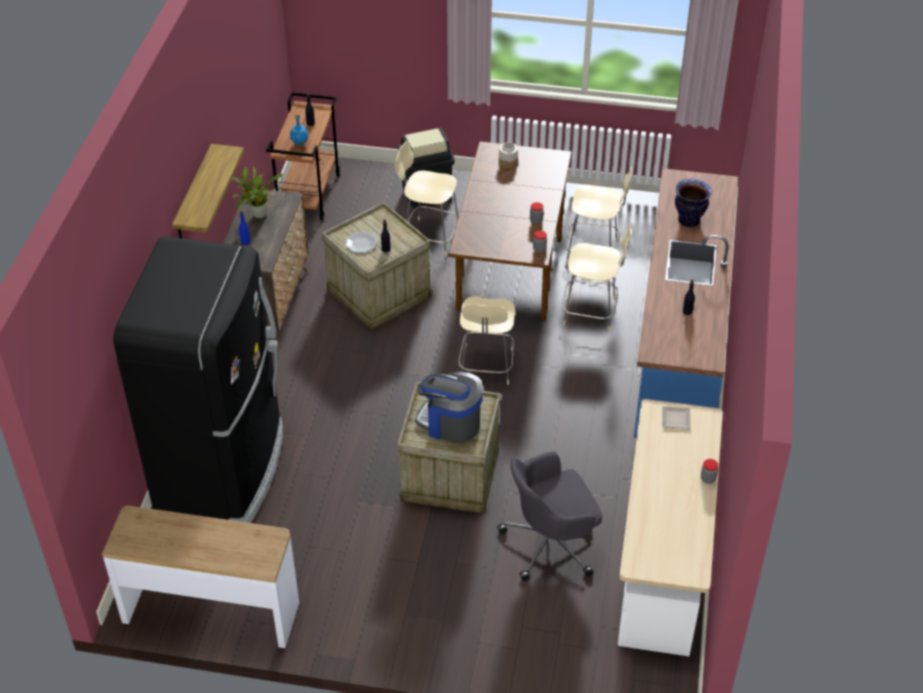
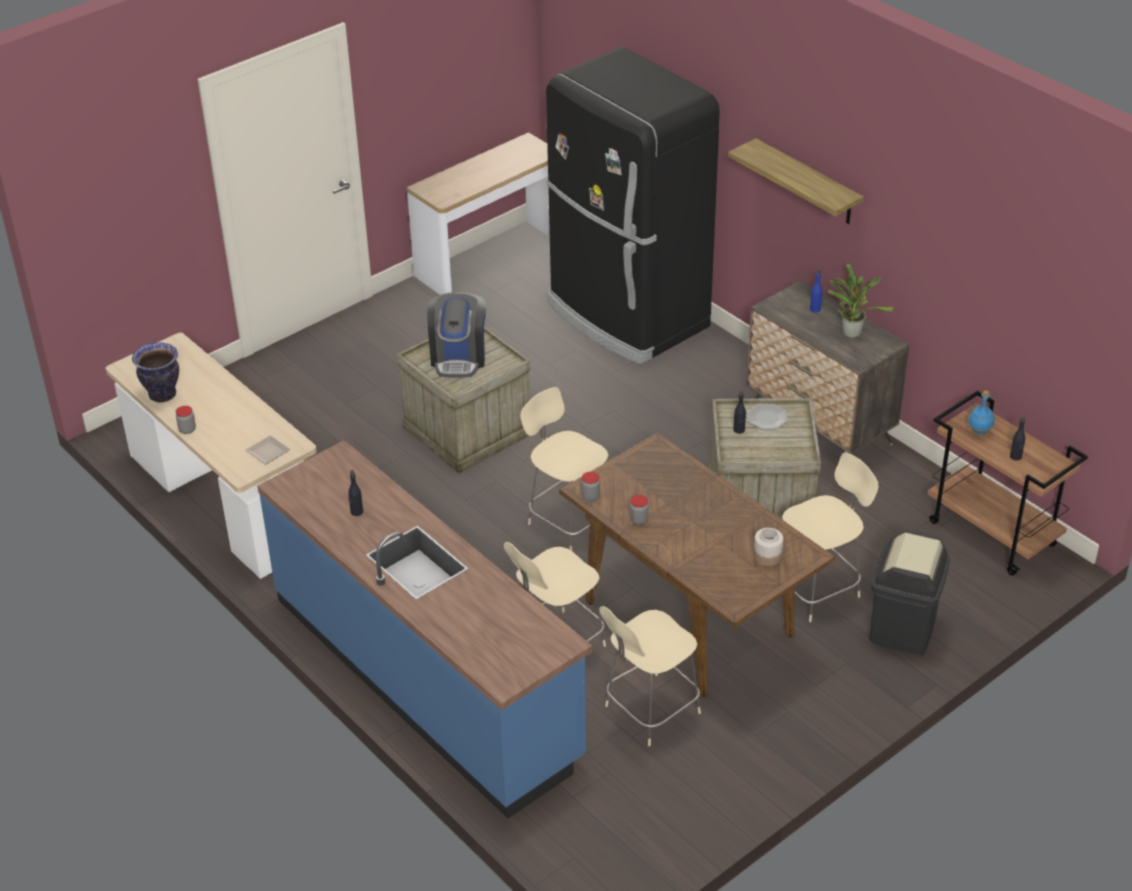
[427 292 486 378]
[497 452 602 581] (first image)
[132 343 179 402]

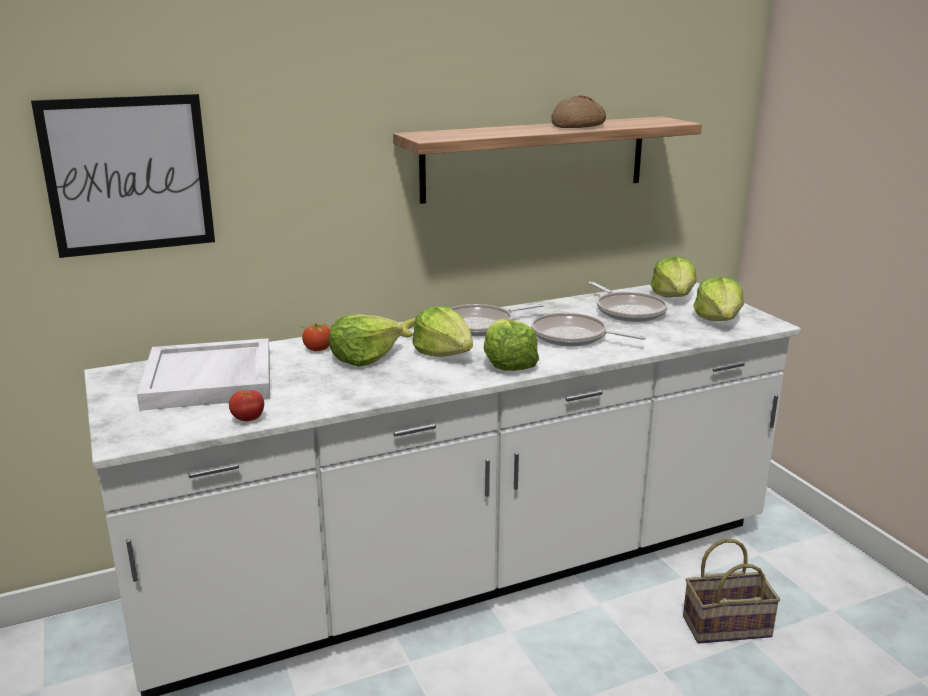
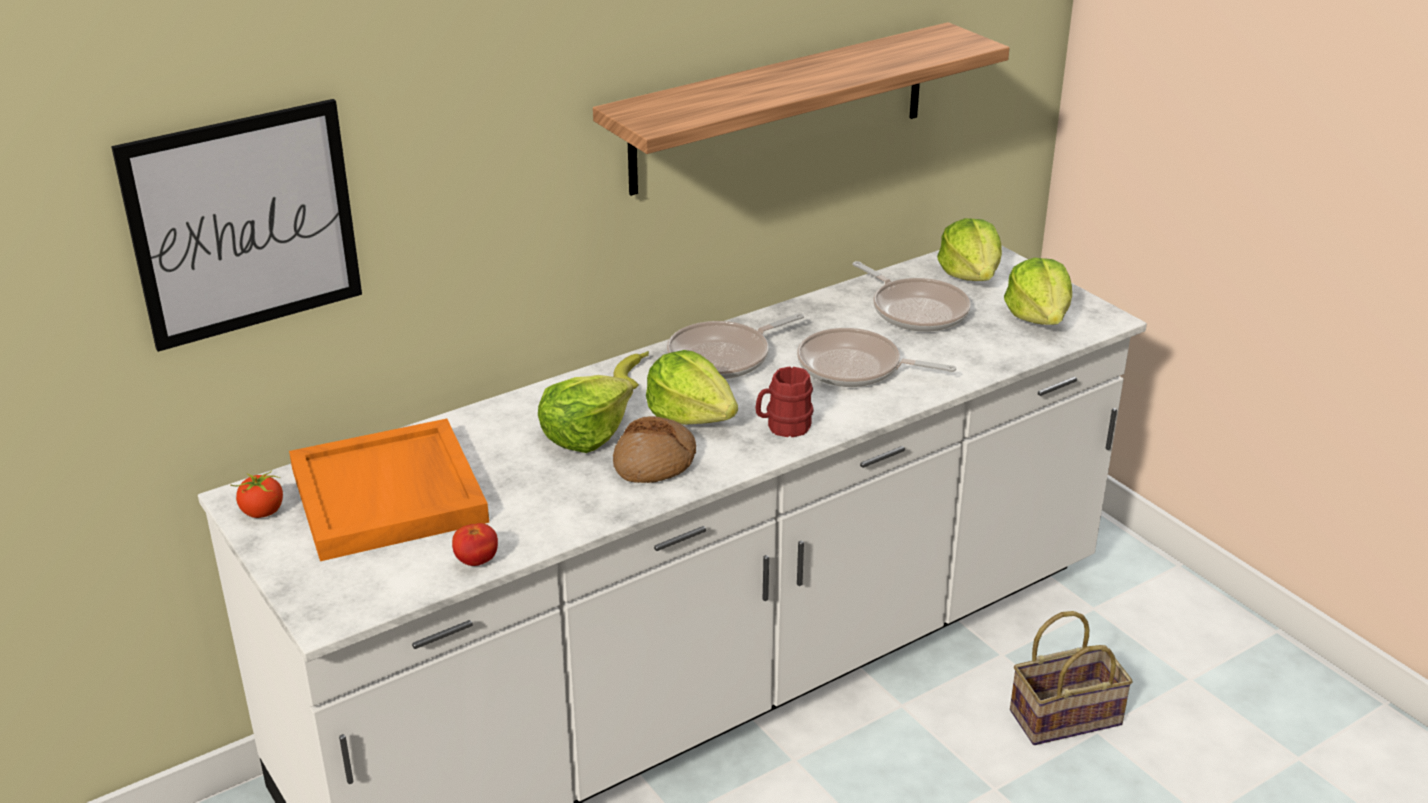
[289 419 489 561]
[230 470 283 518]
[755 367 814 437]
[613 416 696 483]

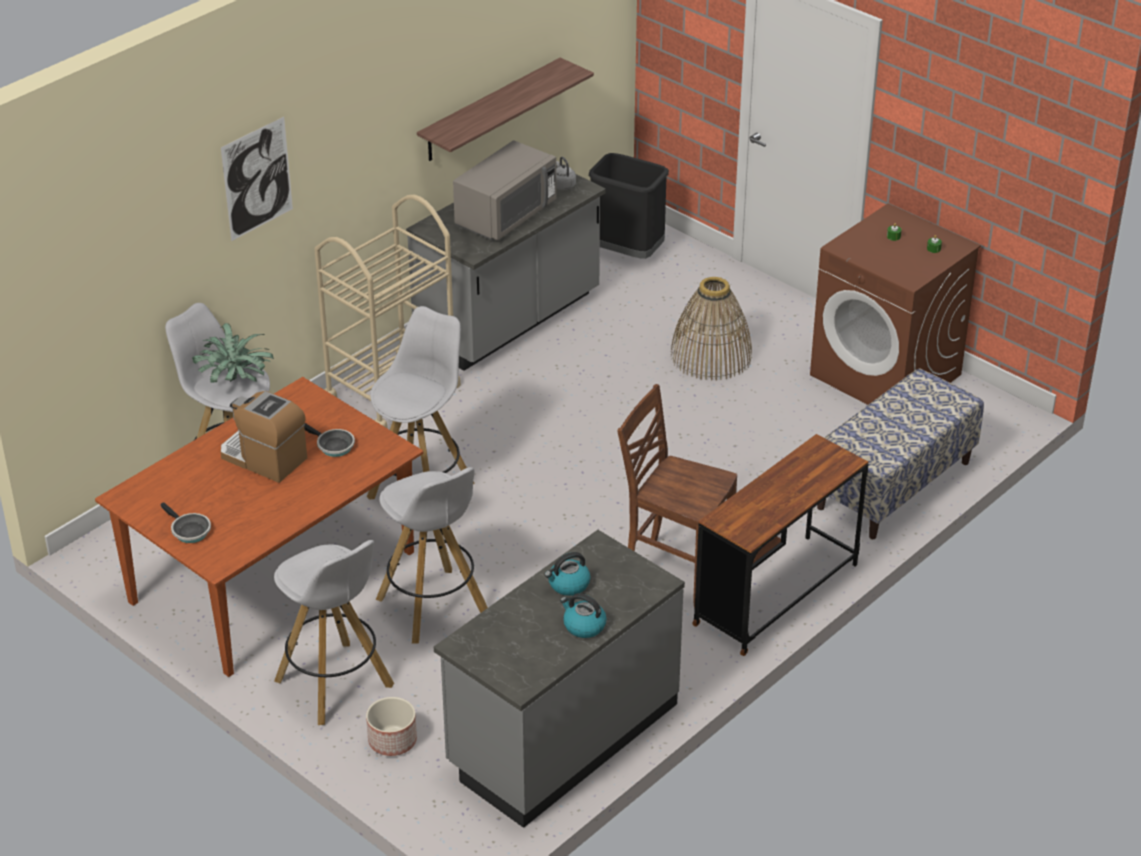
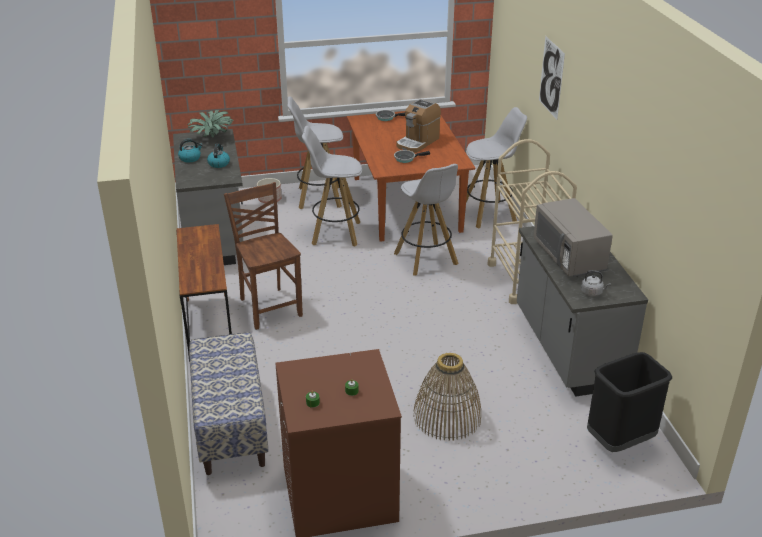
[187 110 233 137]
[396 99 441 153]
[417 58 594 161] (first image)
[224 182 303 330]

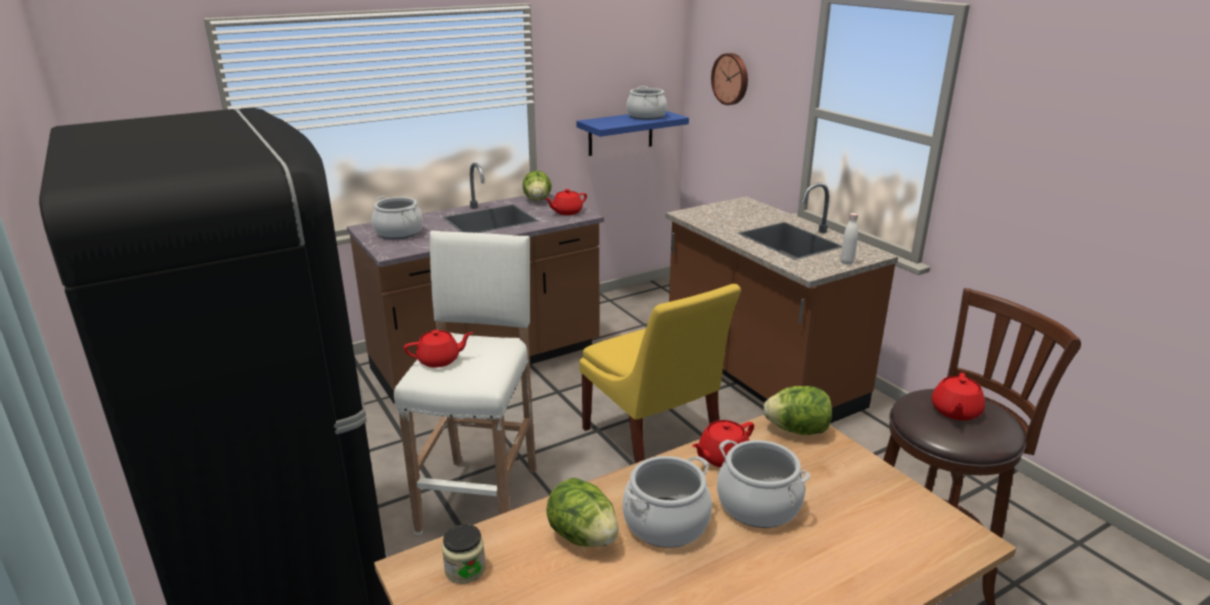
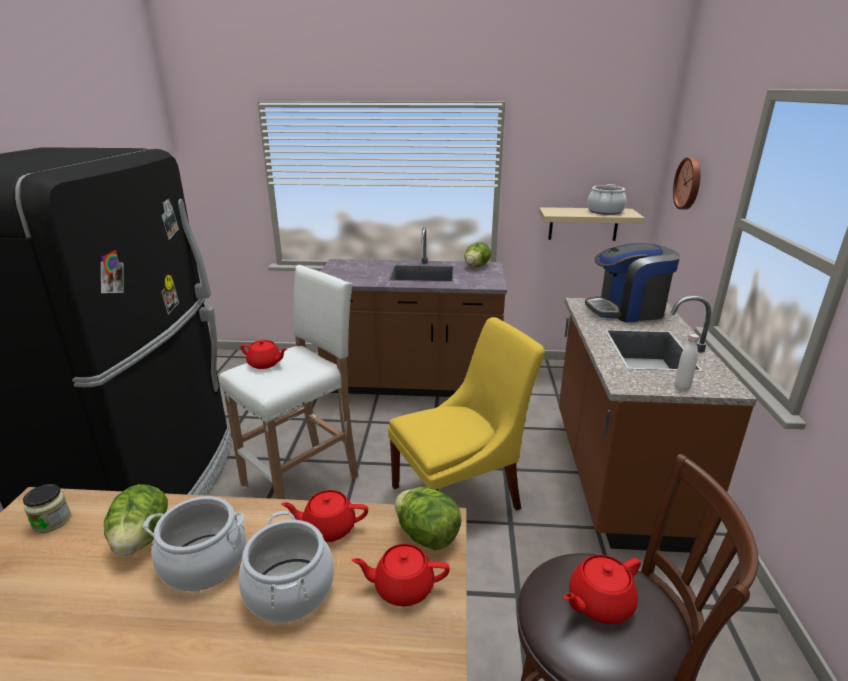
[372 196 423 239] (first image)
[352 544 450 606]
[539 207 645 241]
[388 317 545 511]
[585 243 680 323]

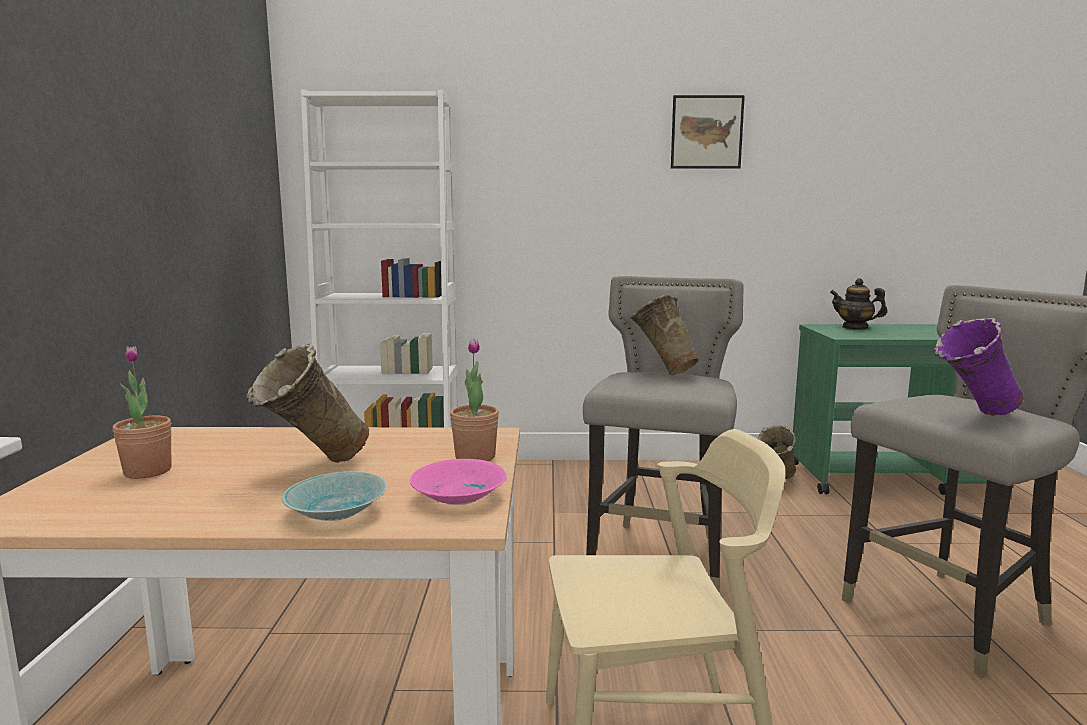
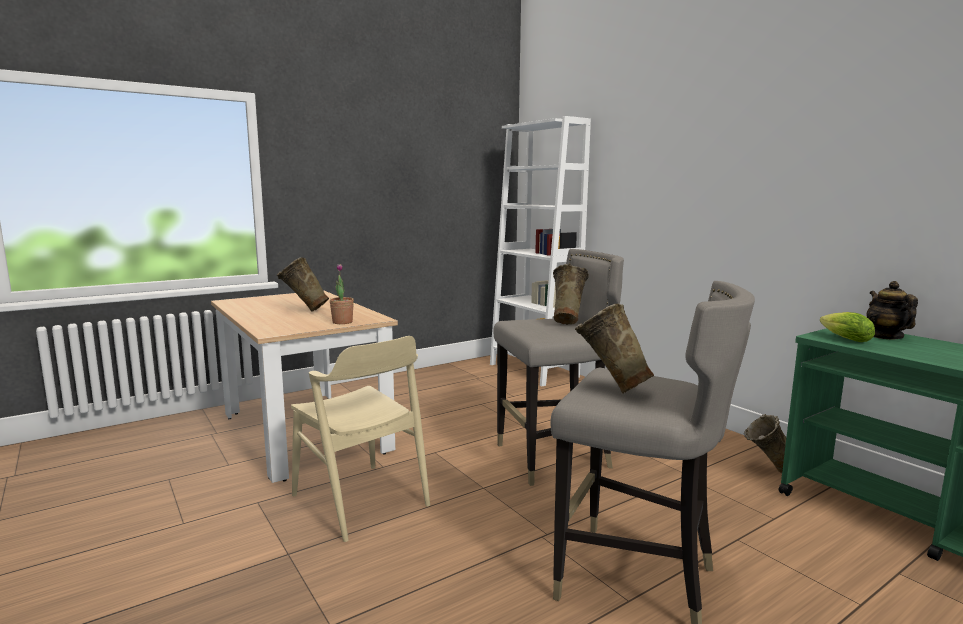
[112 346 172 479] (first image)
[282 471 387 521] (first image)
[410 459 507 505] (first image)
[671 95 745 168] (first image)
[575 304 654 394]
[820 312 875 342]

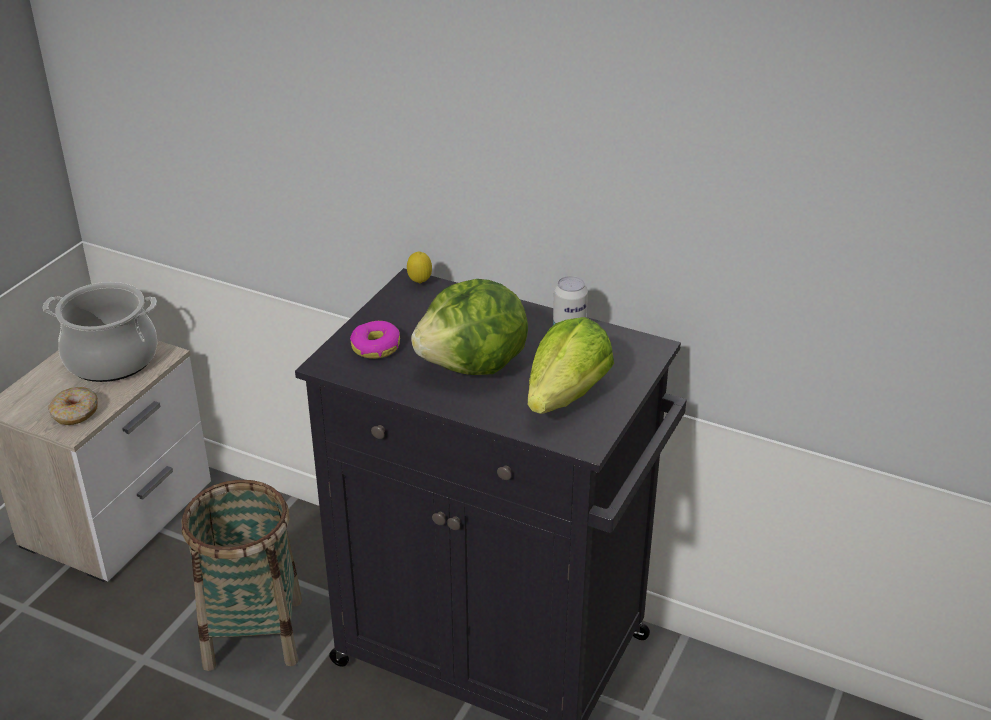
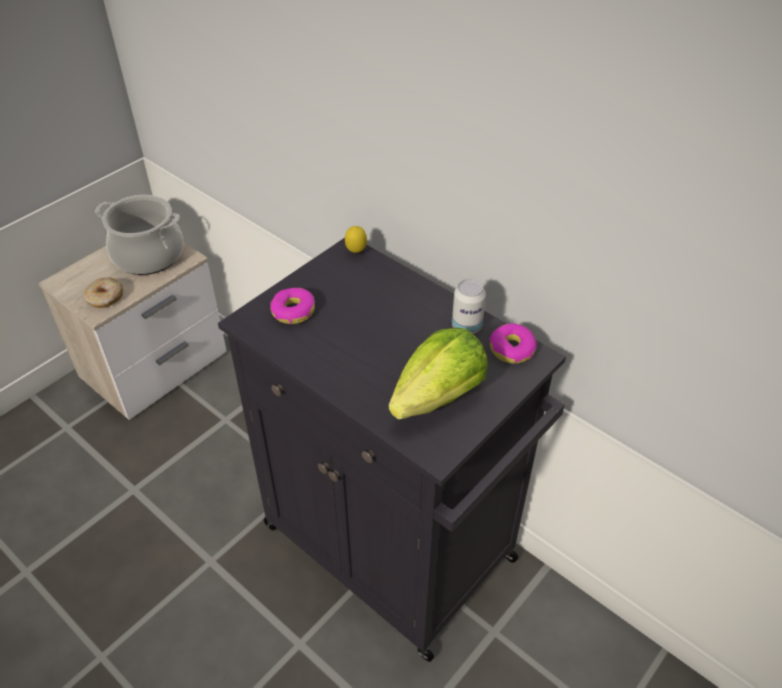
[182 480 302 671] (first image)
[411 279 528 375] (first image)
[489 323 537 363]

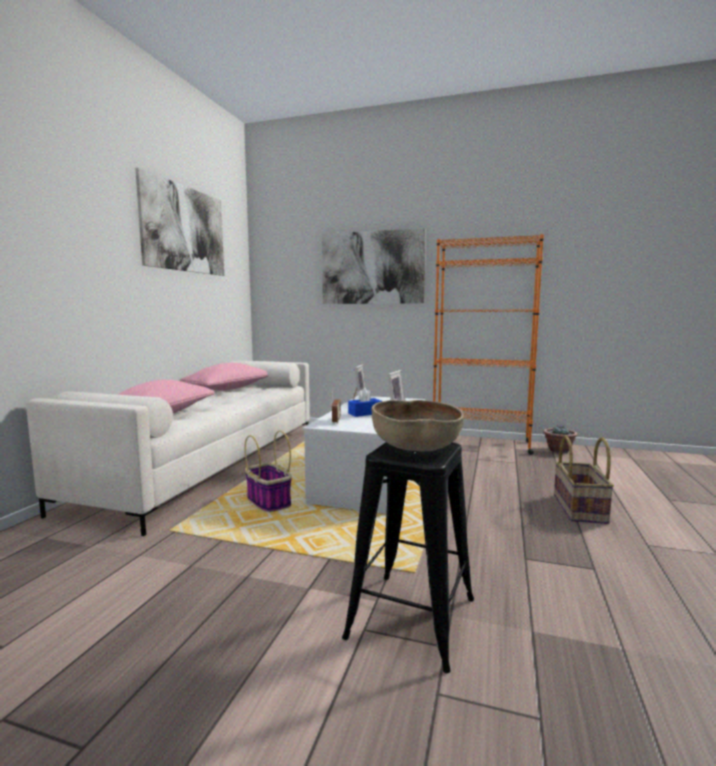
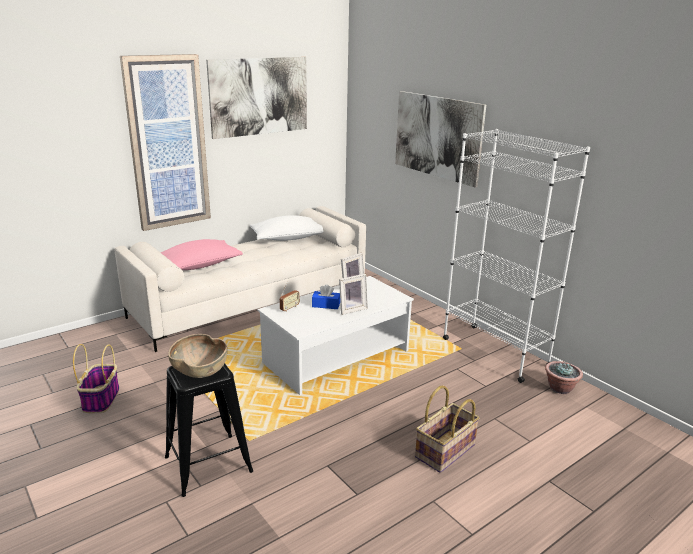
[250 215 323 241]
[73 344 120 413]
[443 129 590 383]
[120 54 211 231]

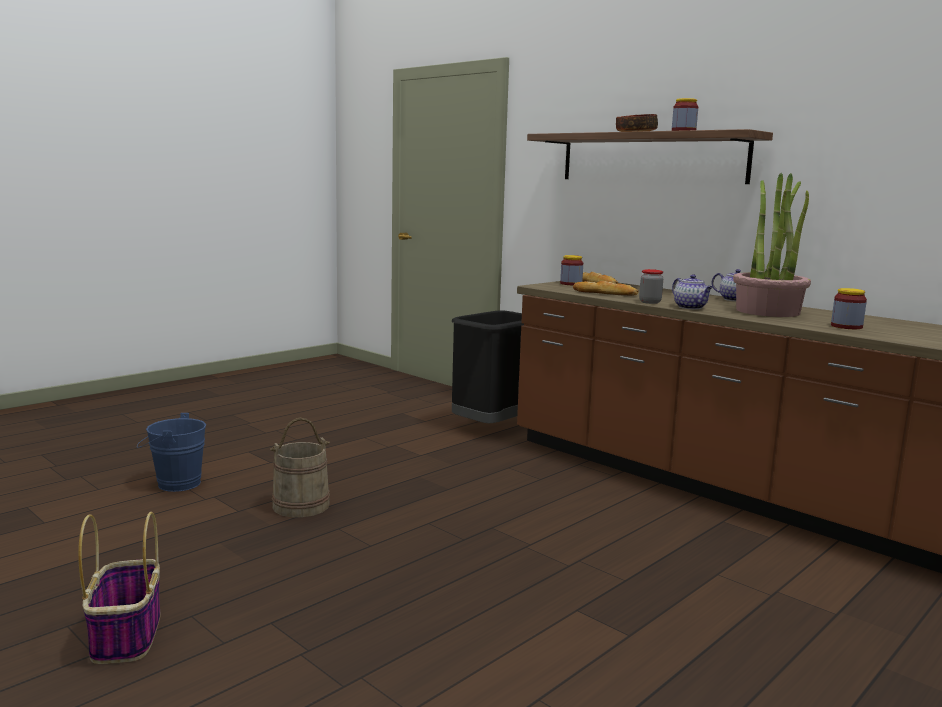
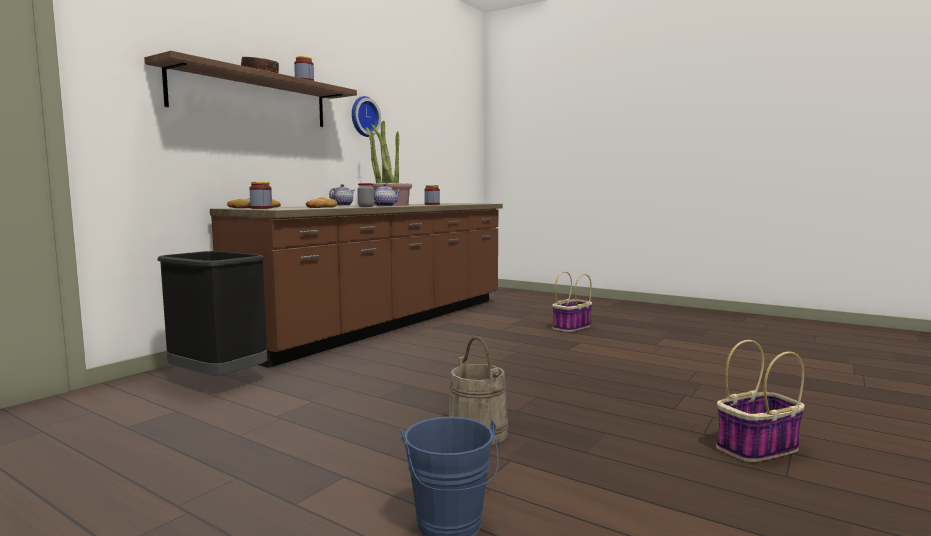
[352 96 381 137]
[552 271 592 332]

